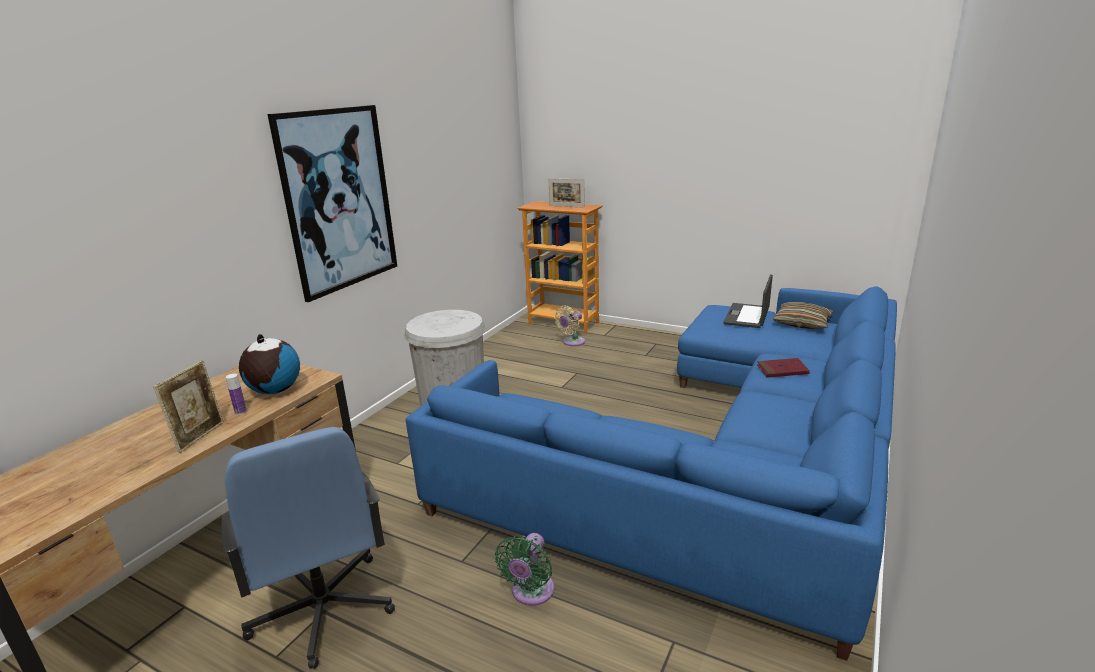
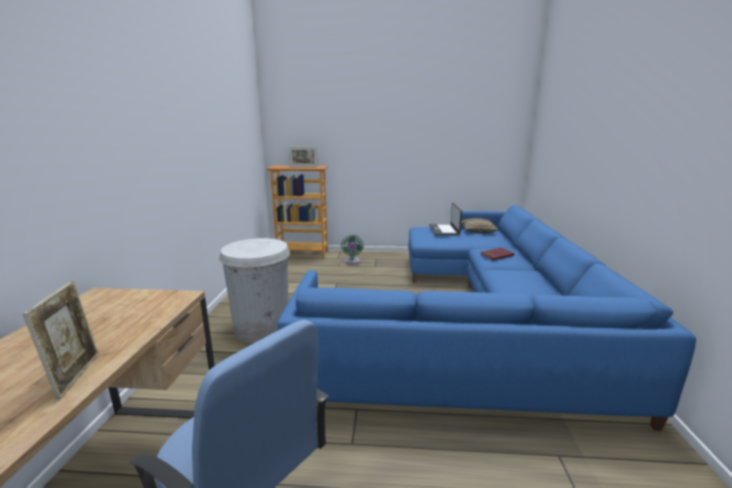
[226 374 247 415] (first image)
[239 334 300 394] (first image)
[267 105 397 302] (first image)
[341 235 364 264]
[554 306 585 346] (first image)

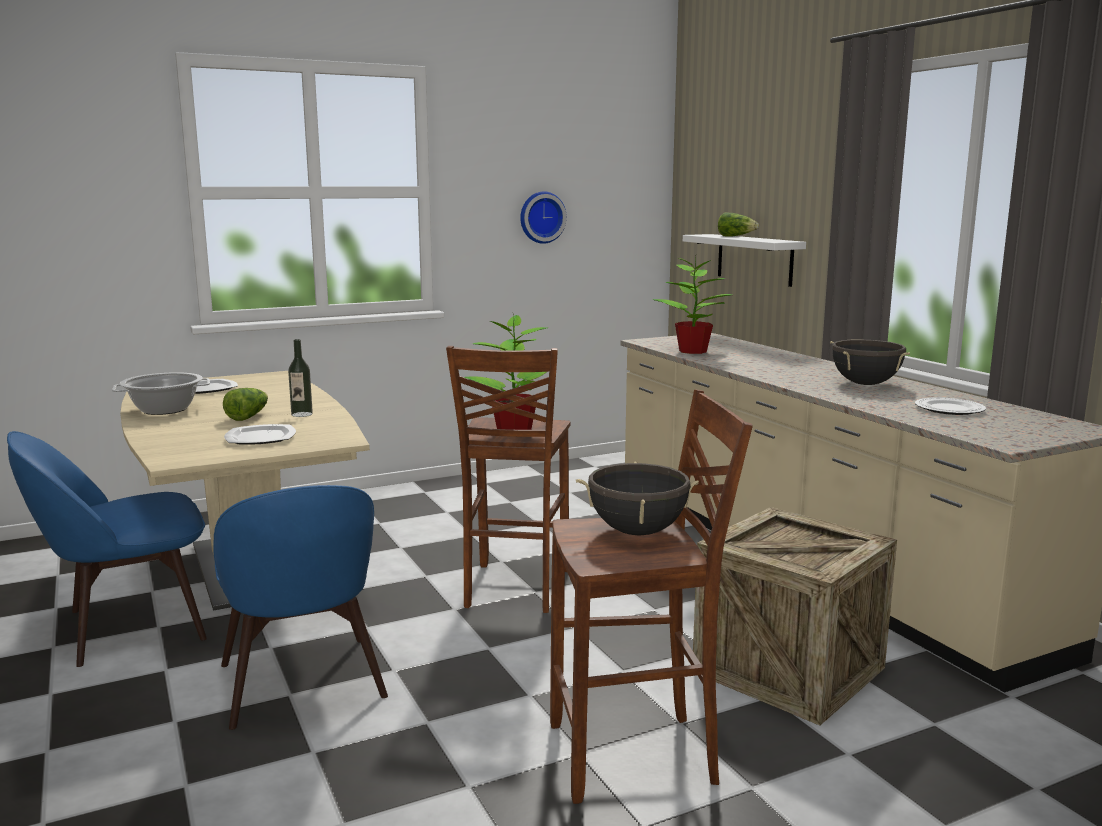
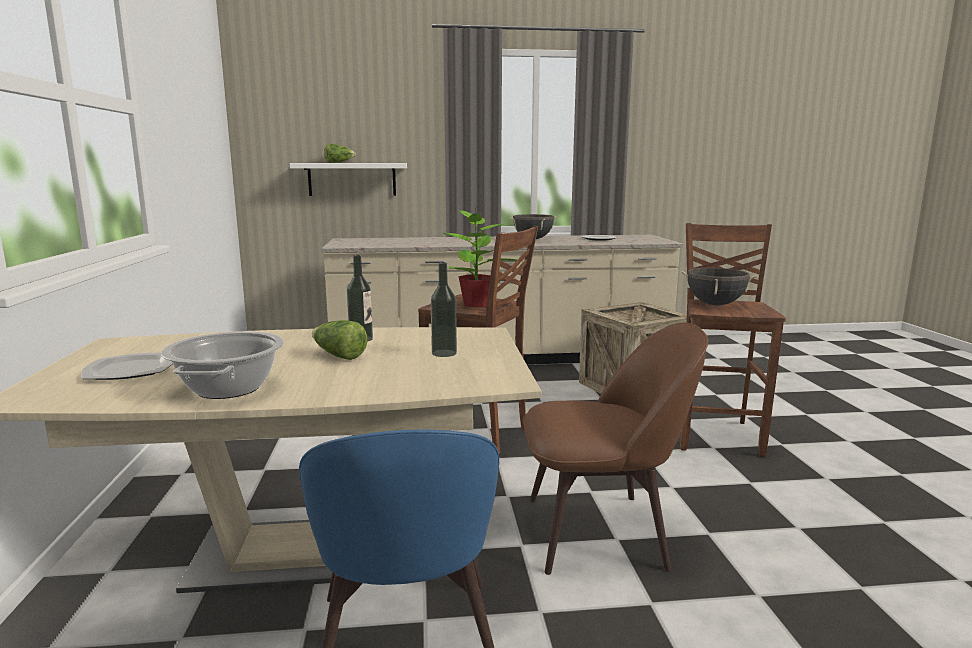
[523 322 708 575]
[431 262 457 357]
[520 192 567 244] (first image)
[652 253 732 354] (first image)

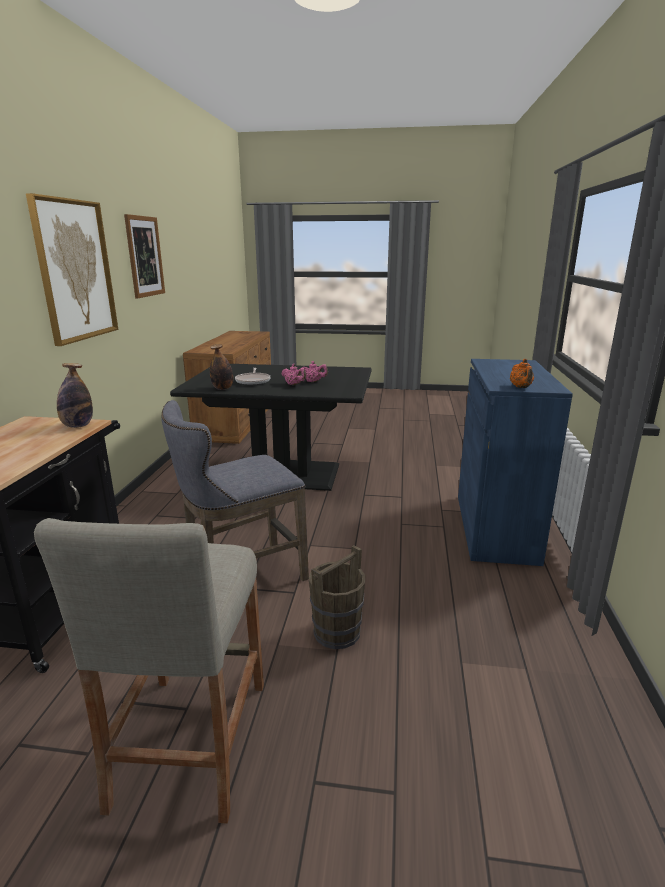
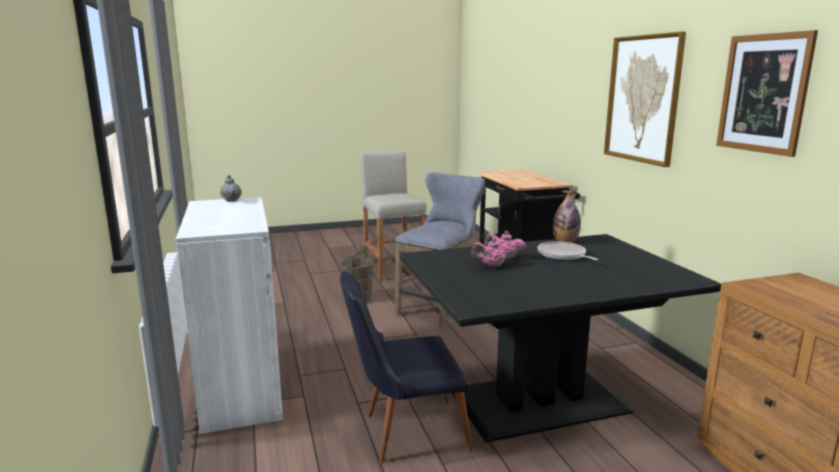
[57 363 93 428] (first image)
[176 197 283 434]
[220 175 242 202]
[340 271 473 463]

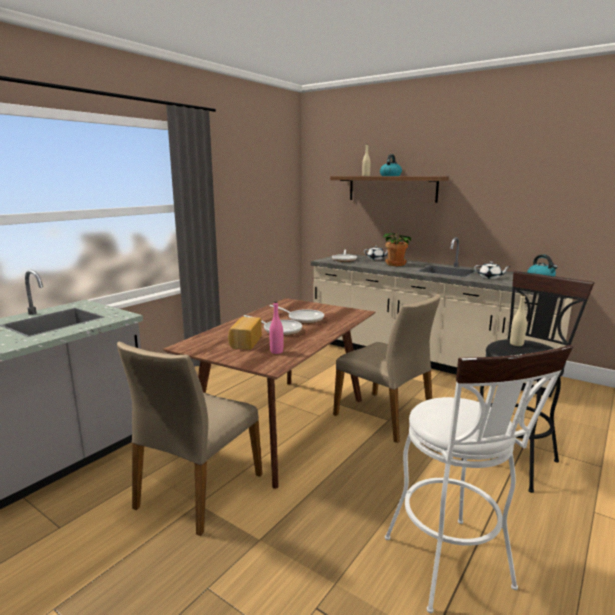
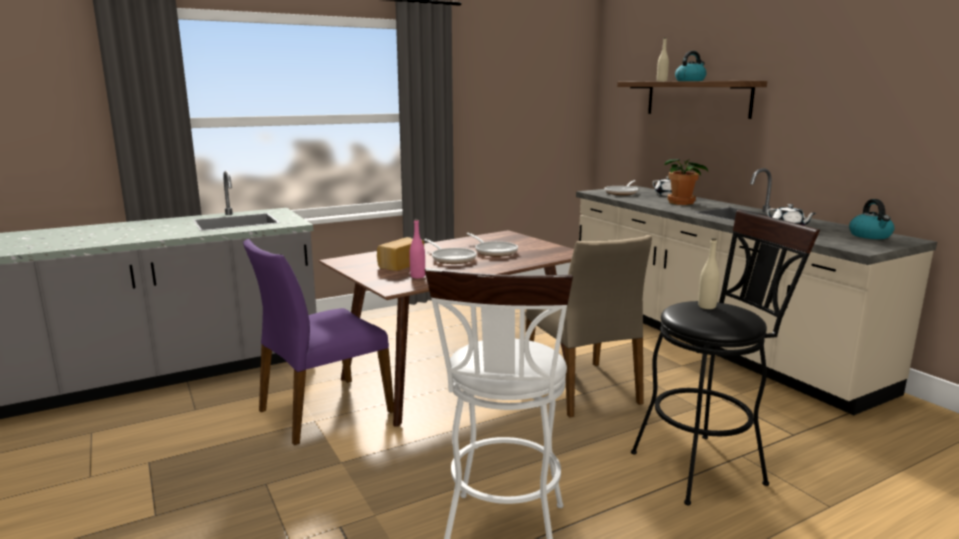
[243 239 394 445]

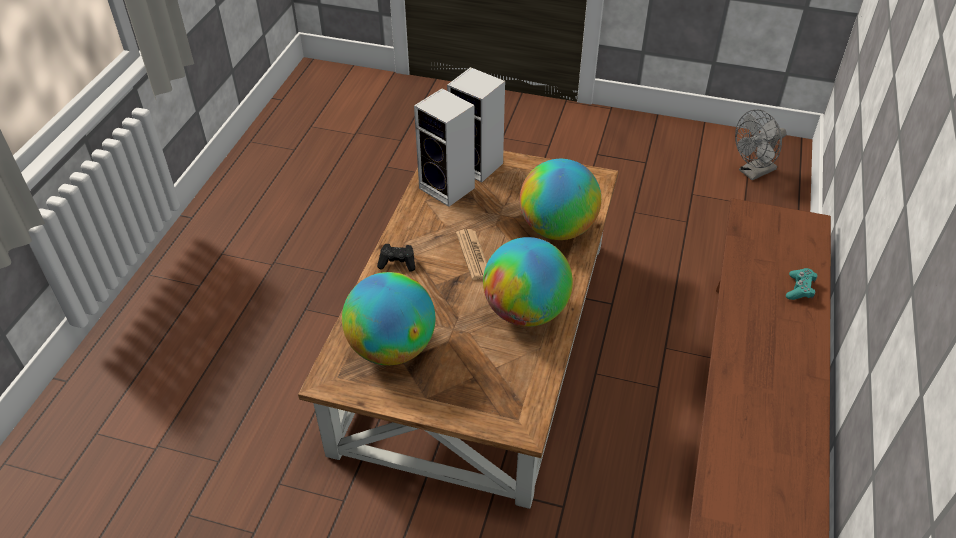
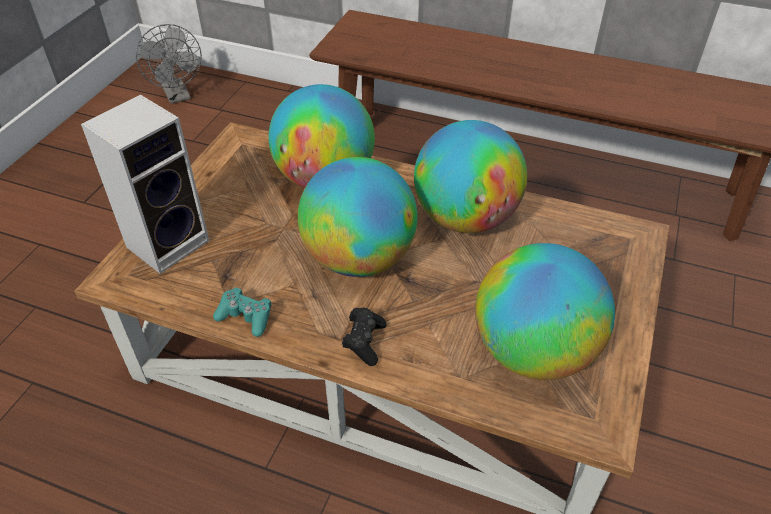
[414 88 475 207] (first image)
[298 157 417 277]
[213 287 271 337]

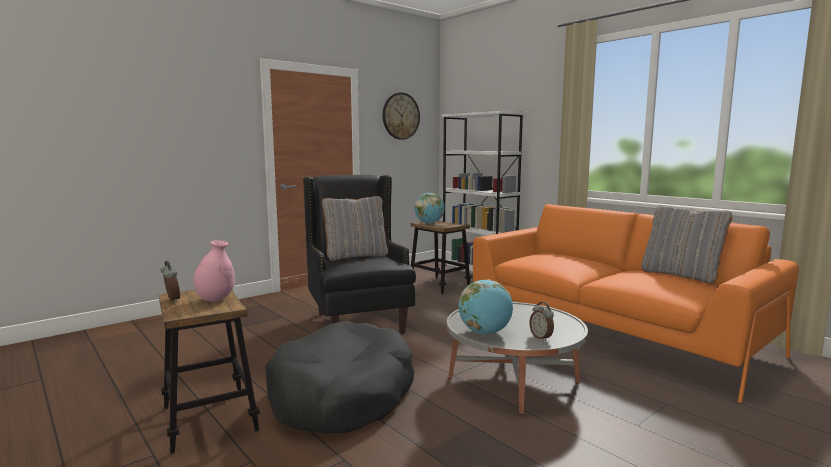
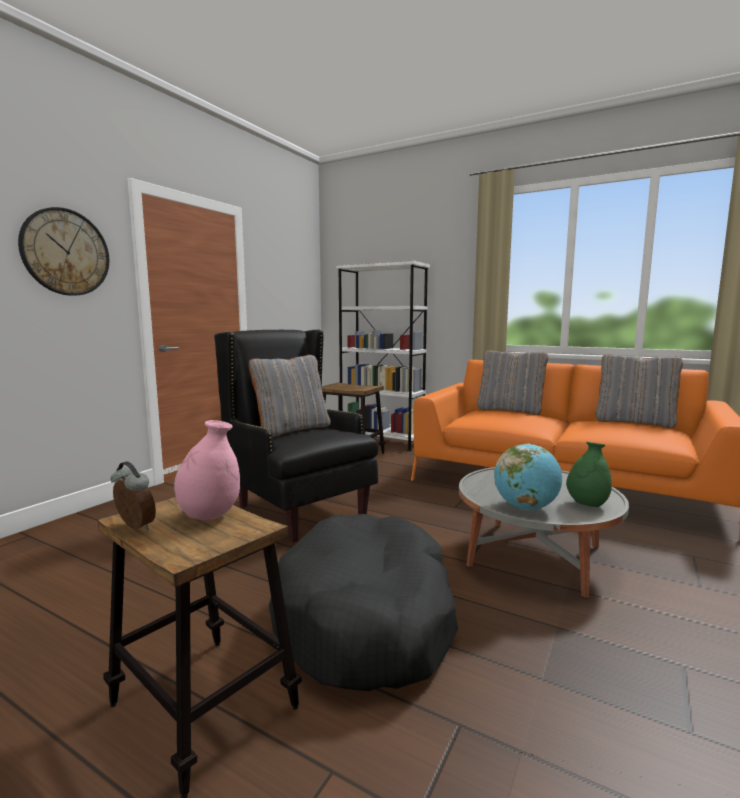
[18 207 109 296]
[414 193 445 223] (first image)
[566 442 612 507]
[477 350 548 415]

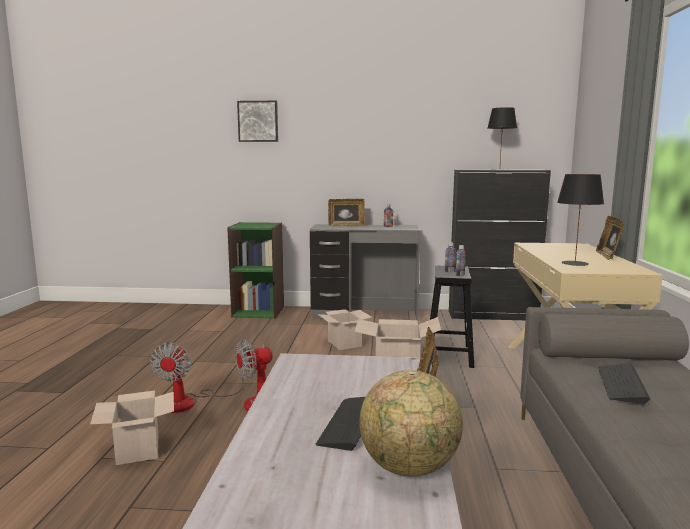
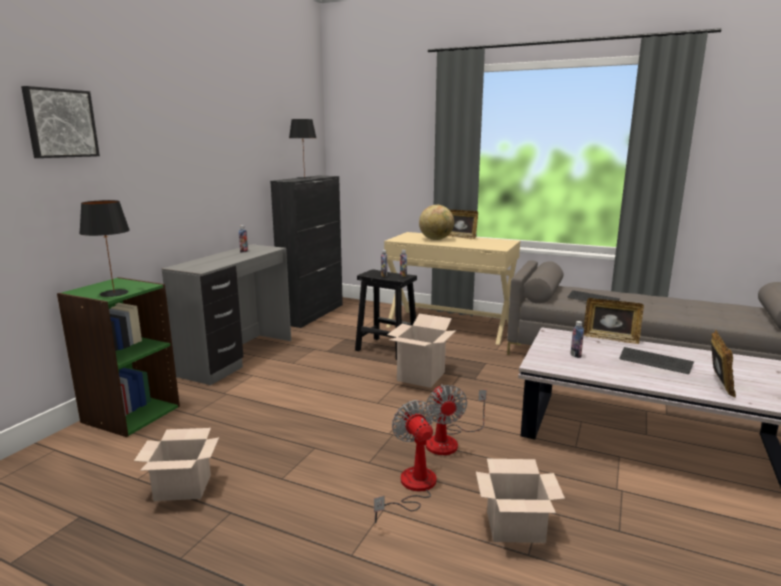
[374 400 436 523]
[134 428 219 501]
[711 330 736 398]
[419 205 454 240]
[79 200 130 297]
[570 321 584 358]

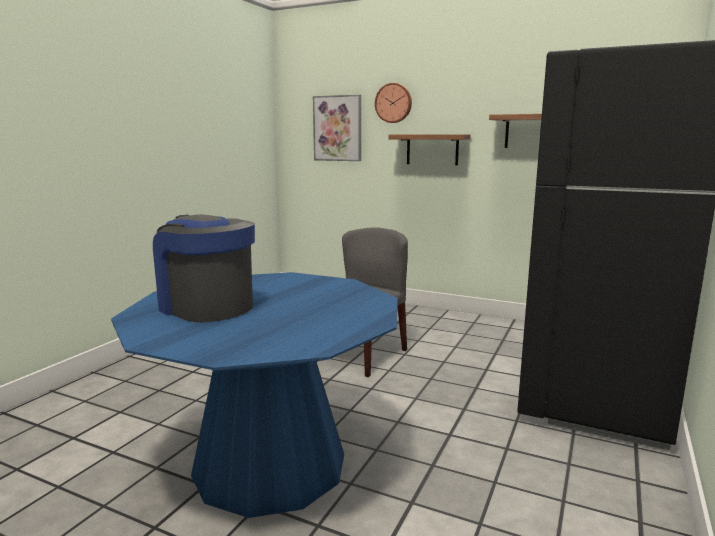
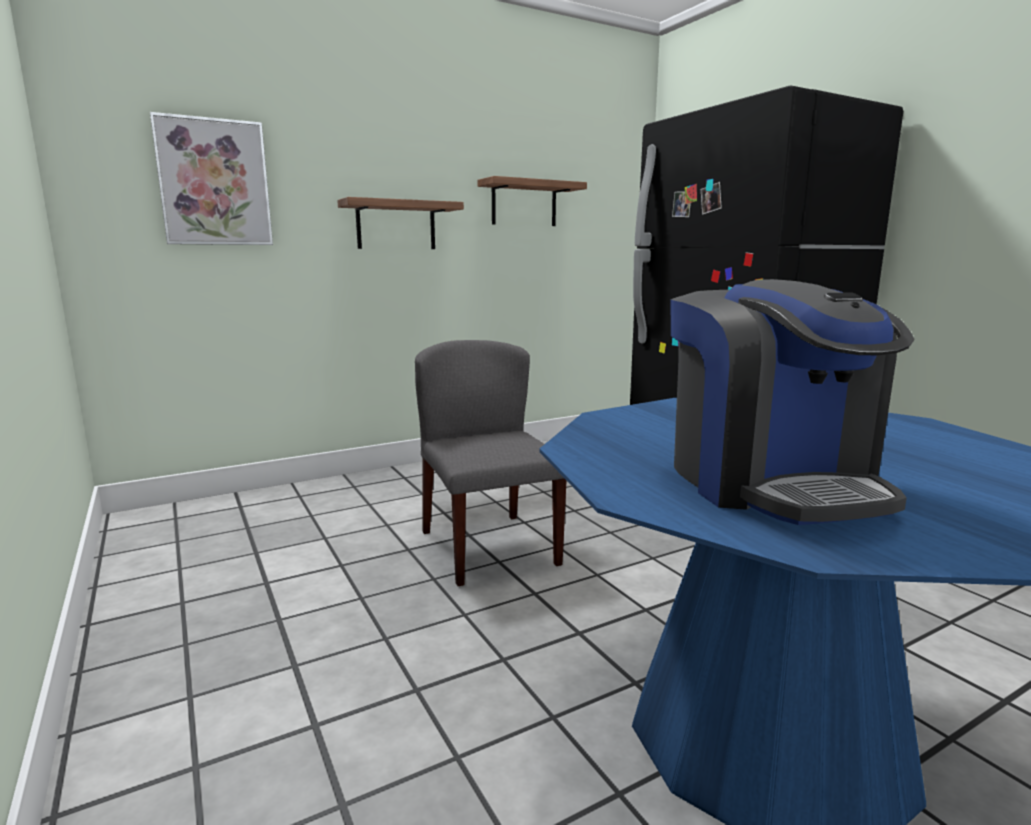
[670 279 915 525]
[375 83 412 123] (first image)

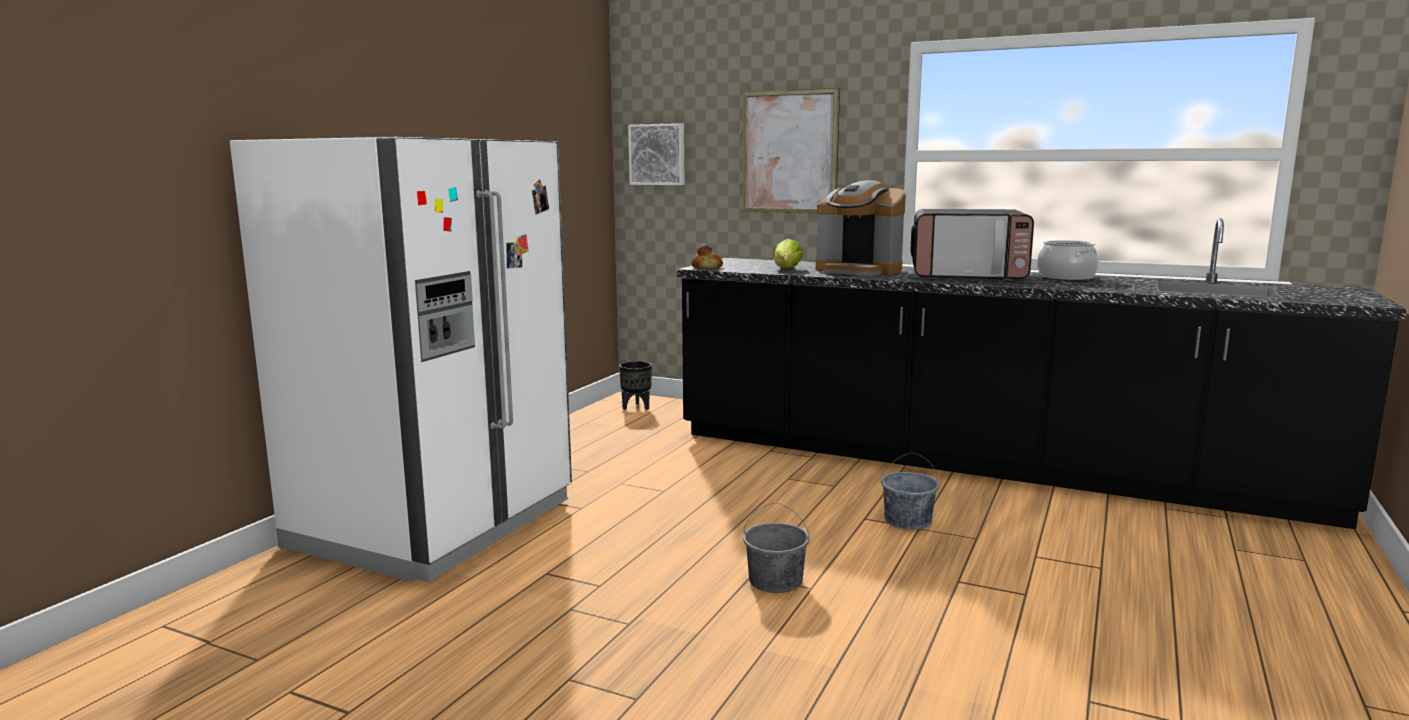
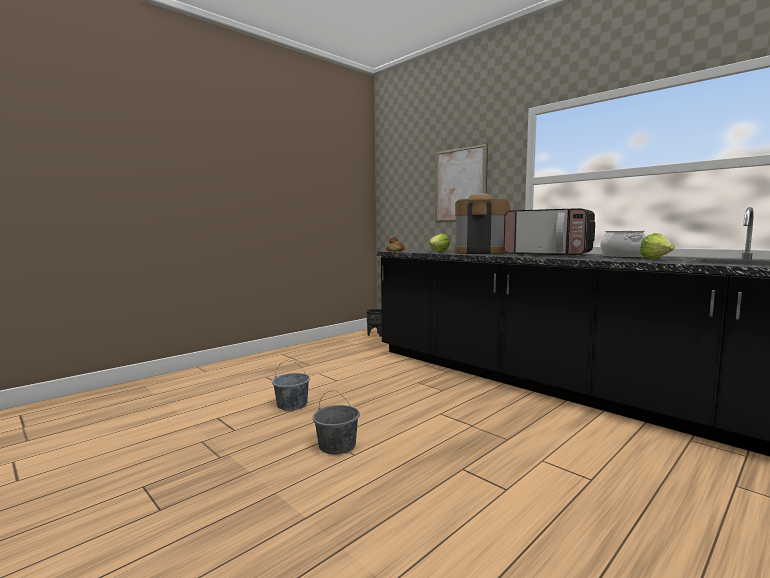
[230 137 572 582] (first image)
[628 123 685 185] (first image)
[455 193 510 254]
[272 360 310 410]
[640 233 675 259]

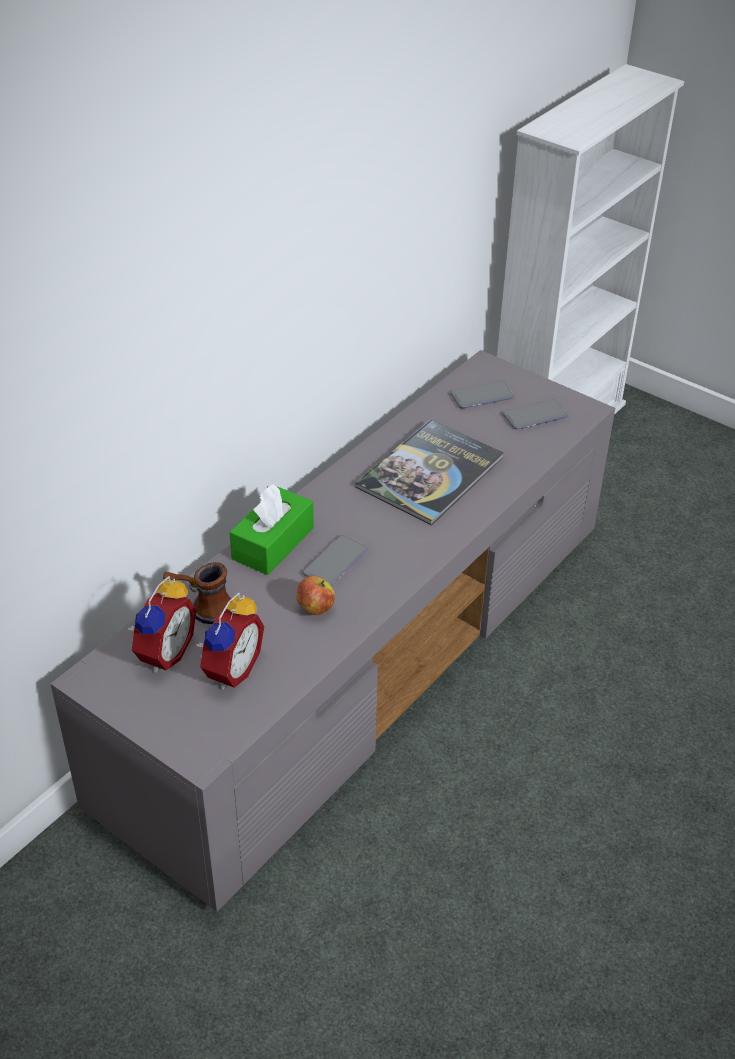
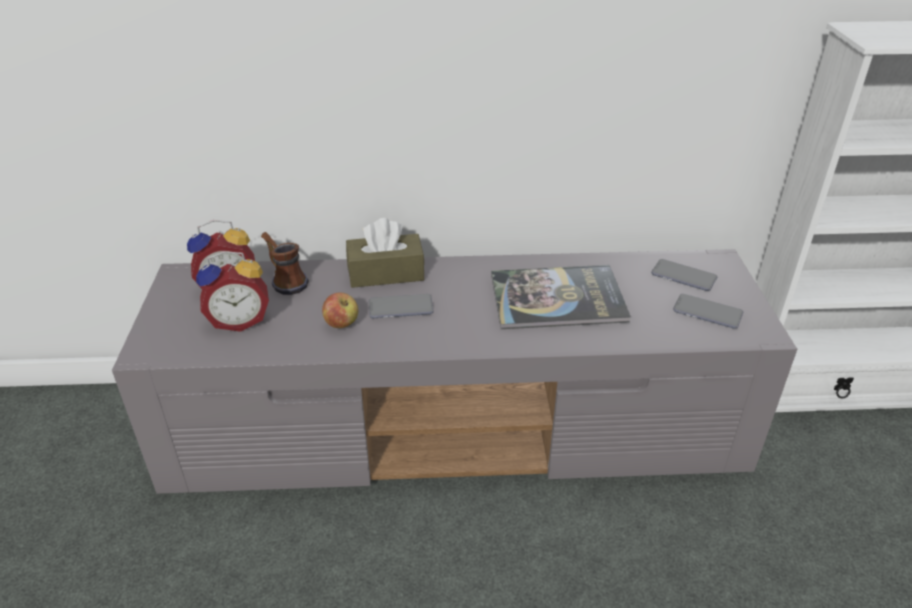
[346 218 425 288]

